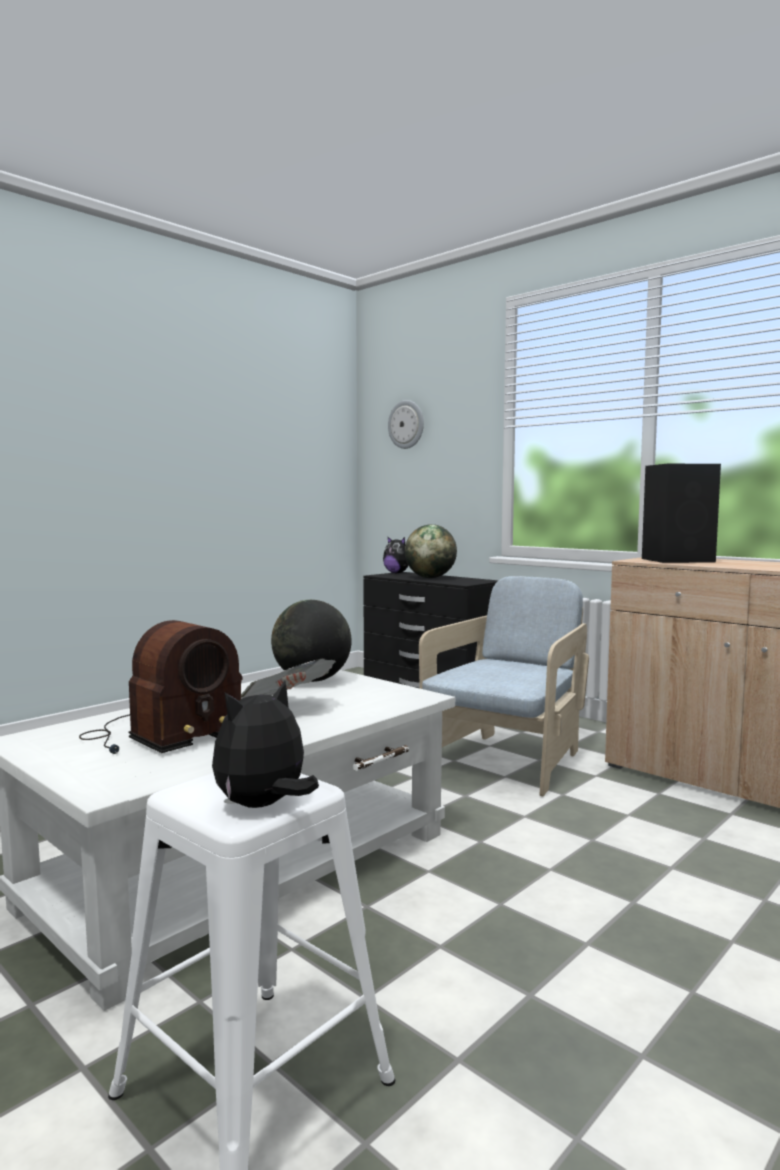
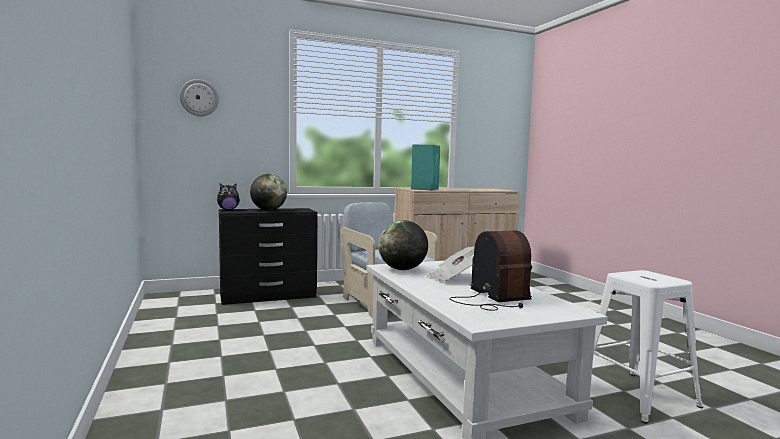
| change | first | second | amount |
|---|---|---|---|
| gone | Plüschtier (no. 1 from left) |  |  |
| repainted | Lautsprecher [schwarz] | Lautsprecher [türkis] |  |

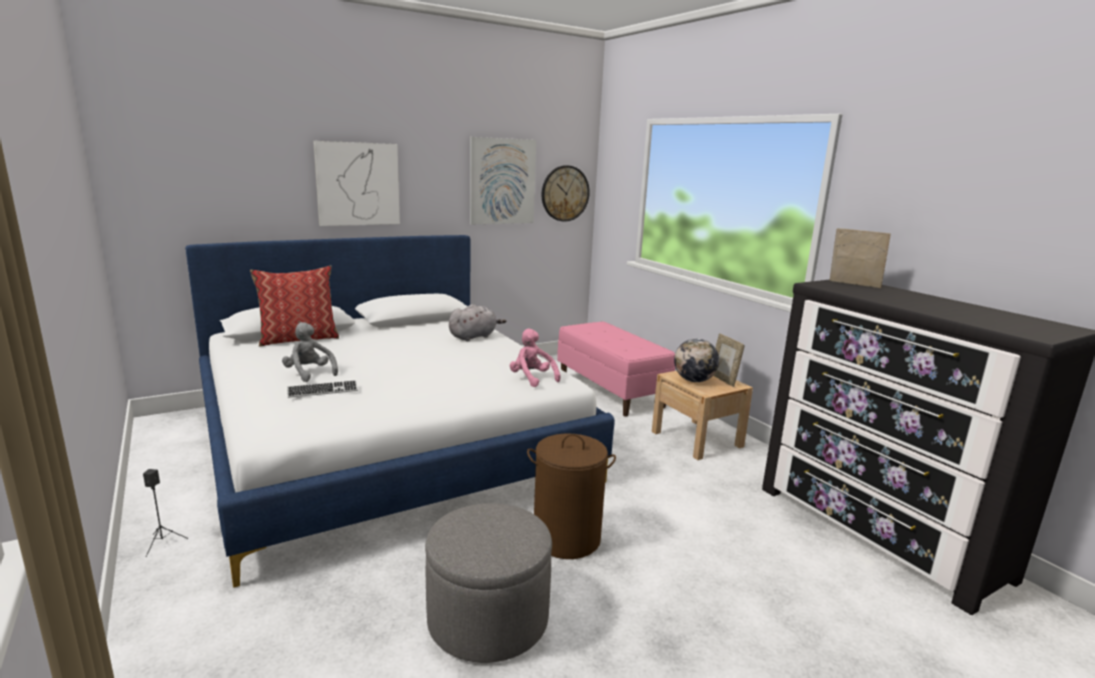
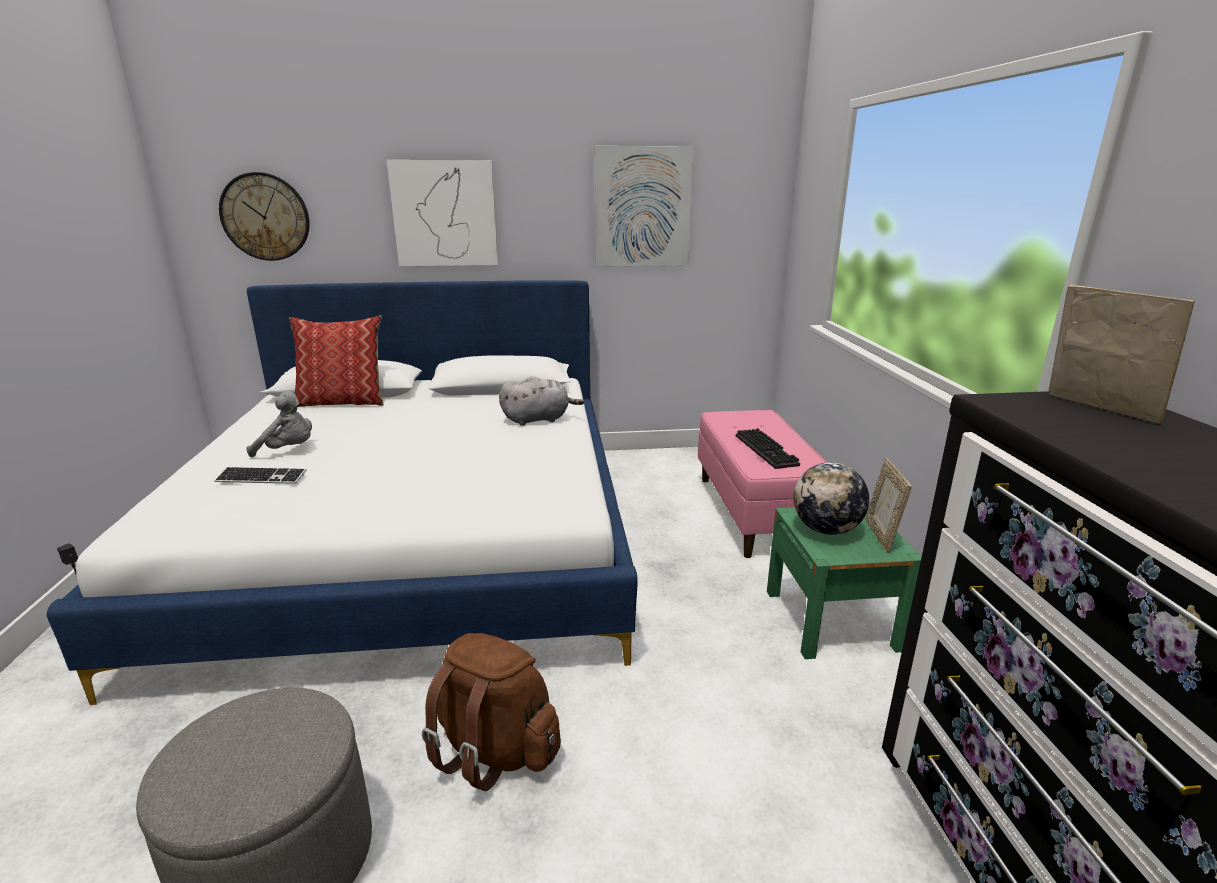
| change | first | second | amount |
|---|---|---|---|
| rotated | Plüschtier [grau] (no. 1 from left) |  | 120 degrees clockwise |
| gone | Plüschtier [rosa] |  |  |
| swapped | Wäschekorb [braun] | Rucksack [braun] |  |
| shifted | Wanduhr |  |  |
| repainted | Nachttisch [beige] | Nachttisch [grün] |  |
| new |  | Tastatur (no. 2 from left) |  |

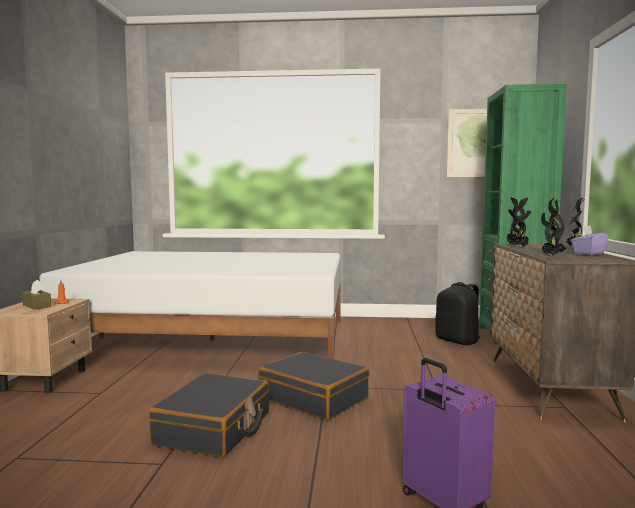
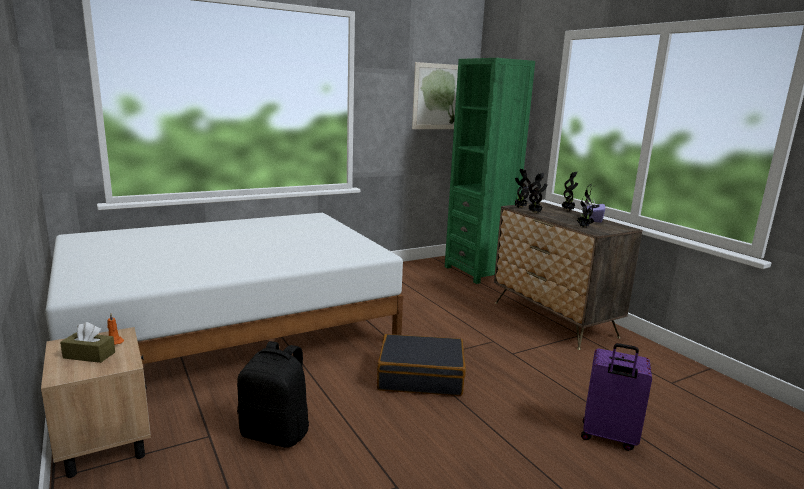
| change | first | second | amount |
|---|---|---|---|
| gone | Koffer [schwarz] (no. 1 from left) |  |  |
| shifted | Rucksack [schwarz] |  |  |

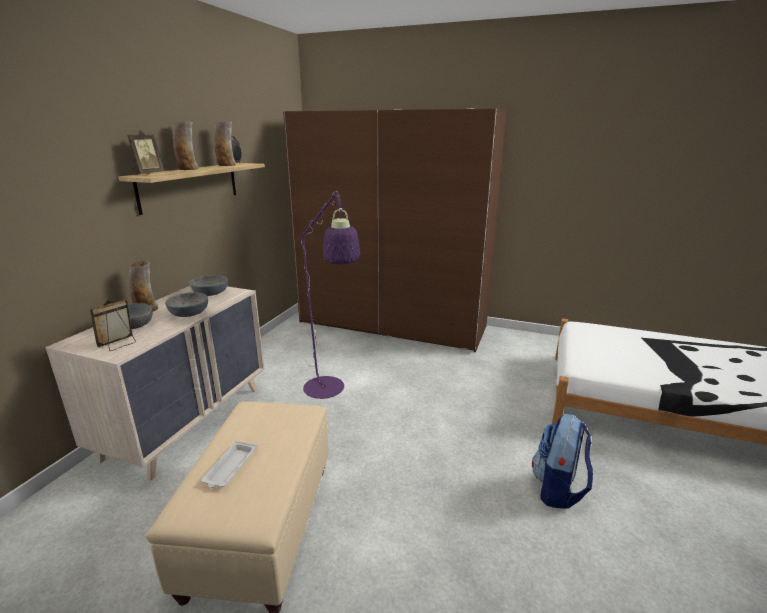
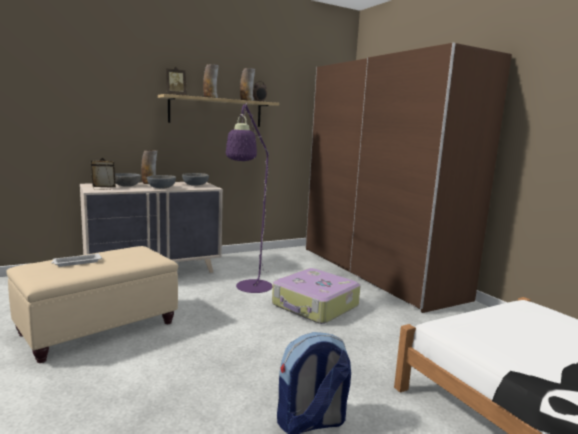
| change | first | second | amount |
|---|---|---|---|
| new |  | Koffer |  |

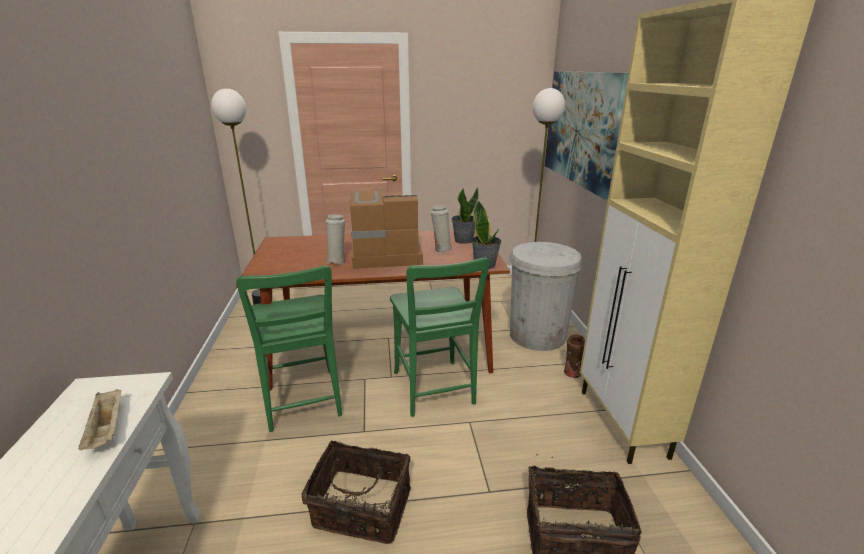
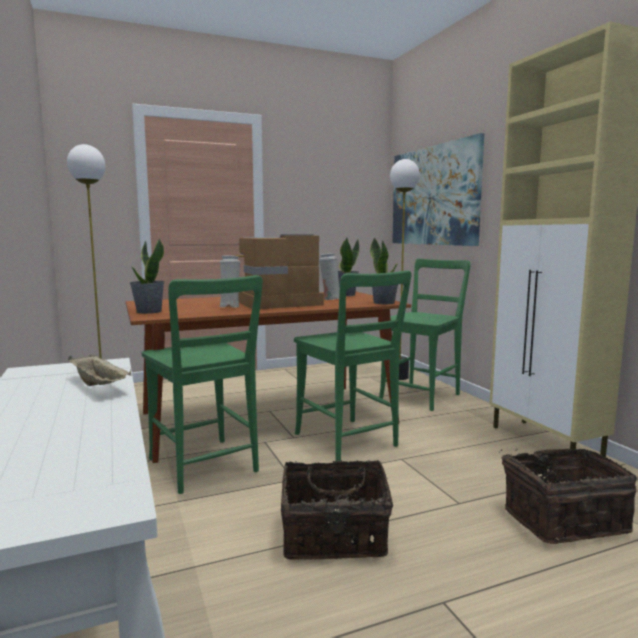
| change | first | second | amount |
|---|---|---|---|
| swapped | Mülleimer [weiß] | Stuhl [grün] (no. 3 from left) |  |
| gone | Vase [braun] |  |  |
| new |  | Topfpflanze (no. 1 from left) |  |

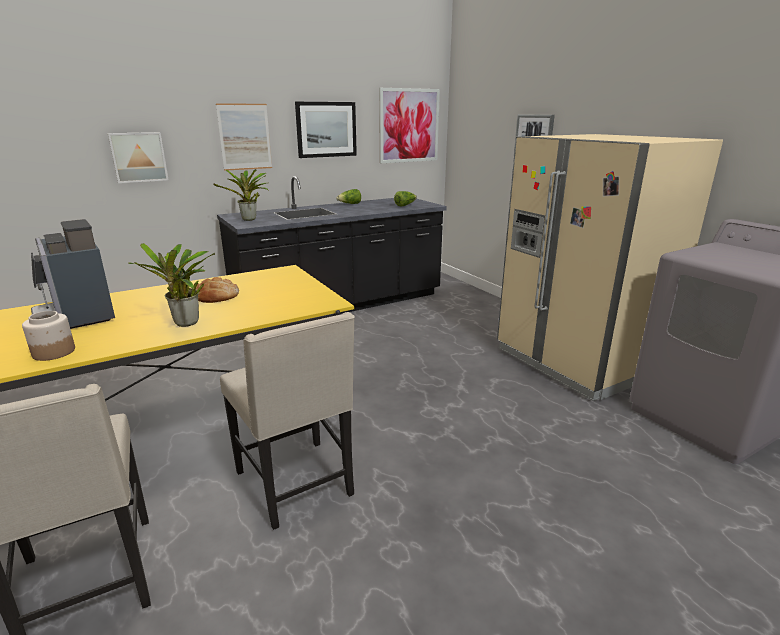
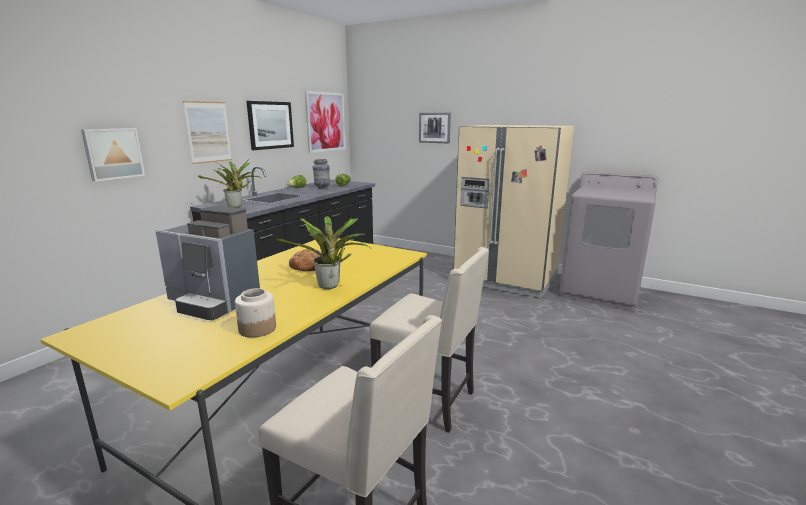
| change | first | second | amount |
|---|---|---|---|
| new |  | Vase |  |

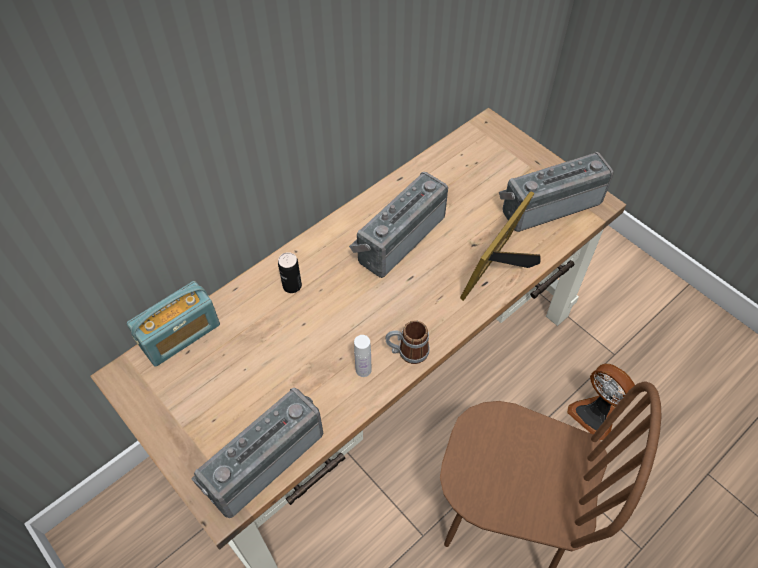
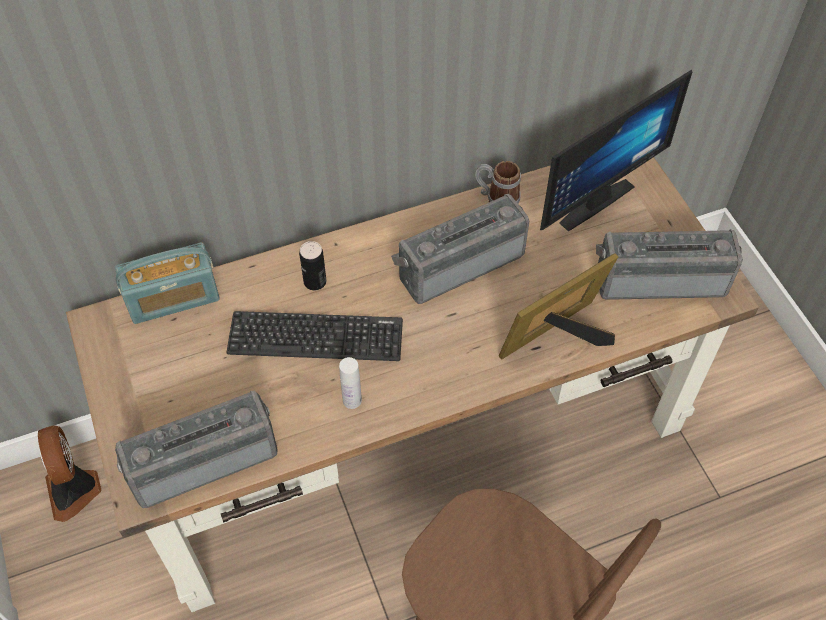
| change | first | second | amount |
|---|---|---|---|
| shifted | Henkelbecher |  |  |
| shifted | Ventilator |  |  |
| new |  | Tastatur |  |
| new |  | Monitor |  |

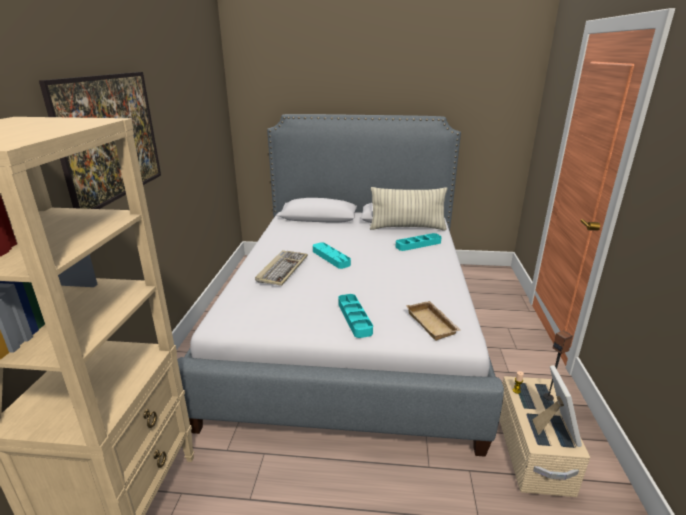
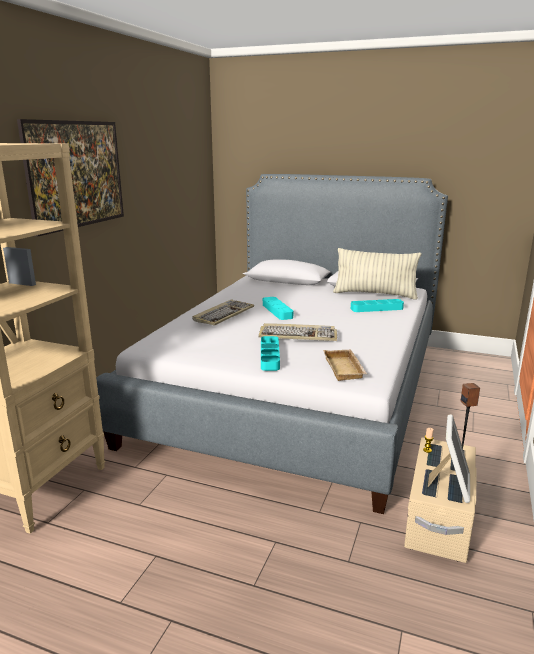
| change | first | second | amount |
|---|---|---|---|
| new |  | Tastatur (no. 2 from left) |  |

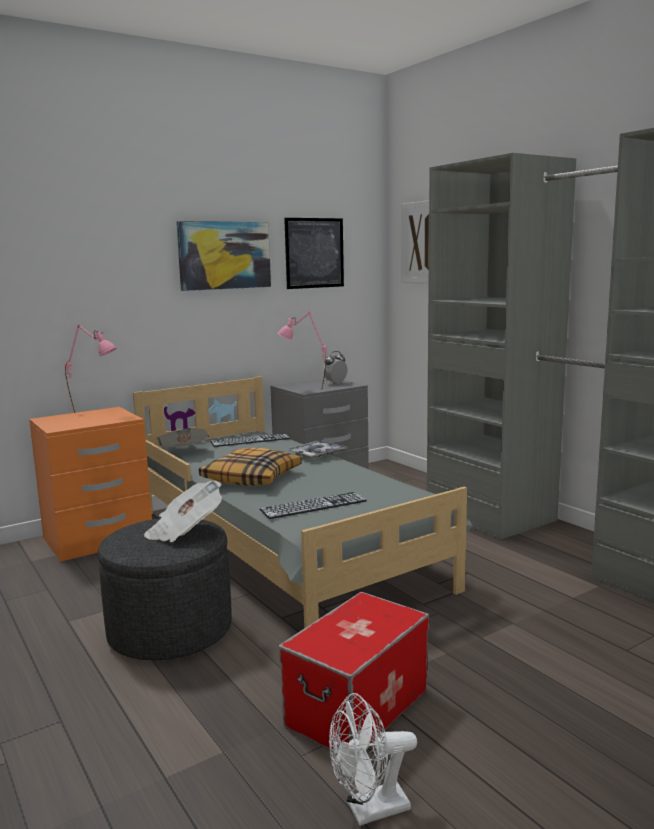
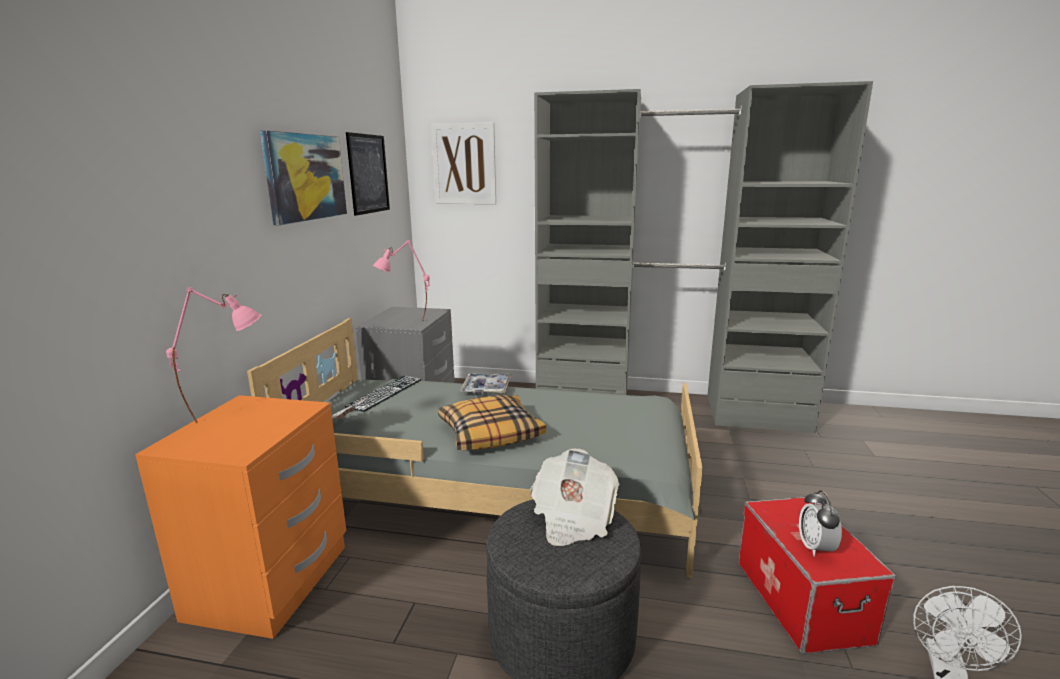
| change | first | second | amount |
|---|---|---|---|
| gone | Tastatur (no. 2 from left) |  |  |
| shifted | Wecker |  |  |

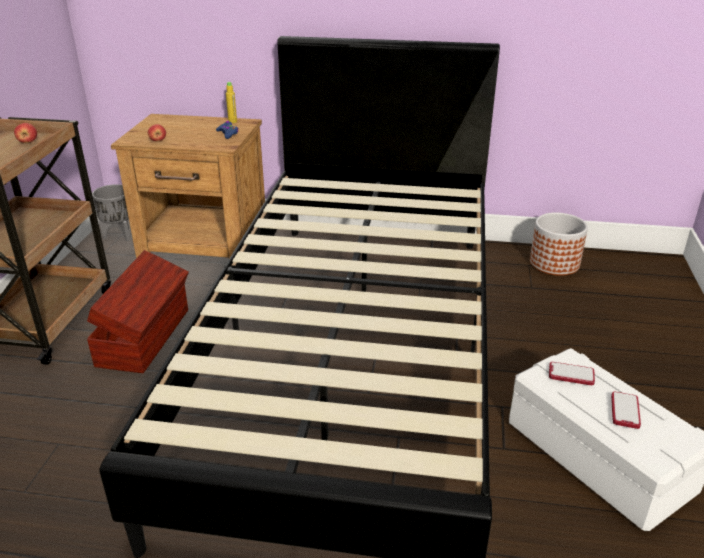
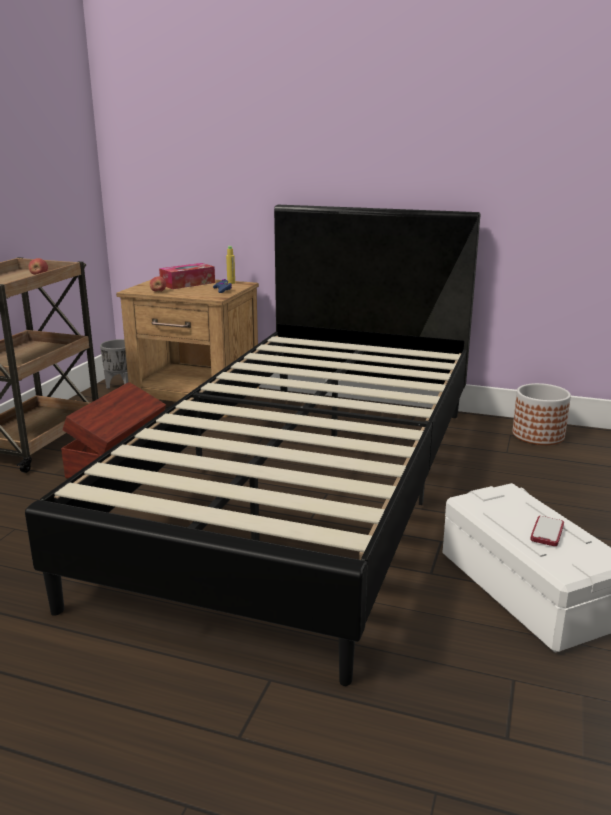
| change | first | second | amount |
|---|---|---|---|
| gone | Handy (no. 1 from left) |  |  |
| new |  | Taschentuchbox |  |

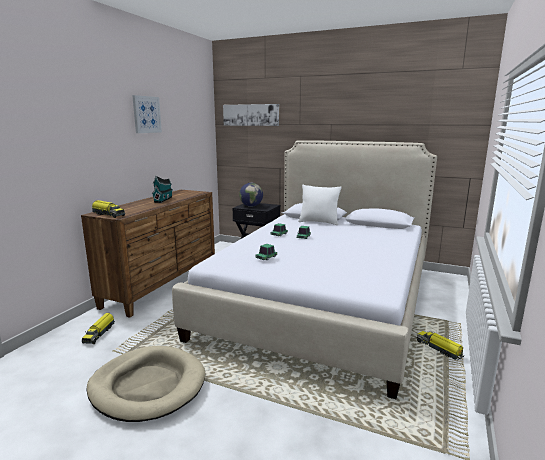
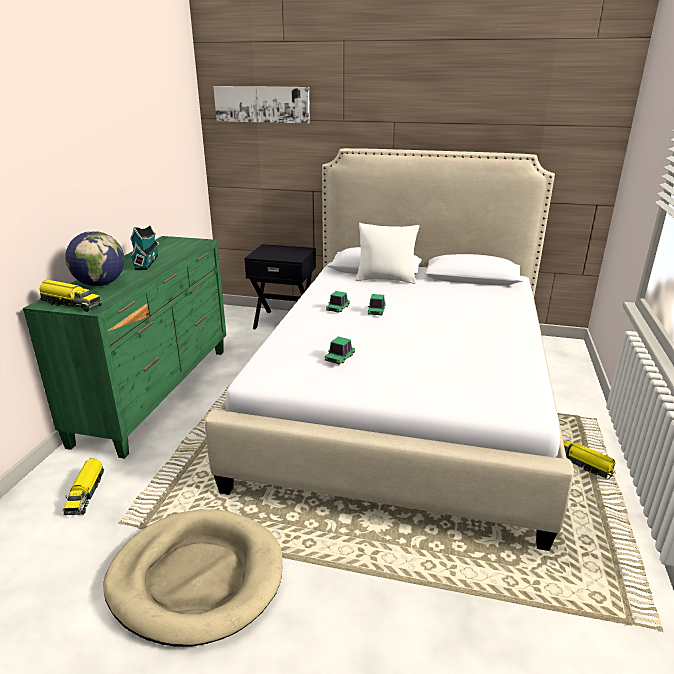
| change | first | second | amount |
|---|---|---|---|
| repainted | Kommode [braun] | Kommode [grün] |  |
| gone | Bild (no. 1 from left) |  |  |
| shifted | Globus |  |  |

